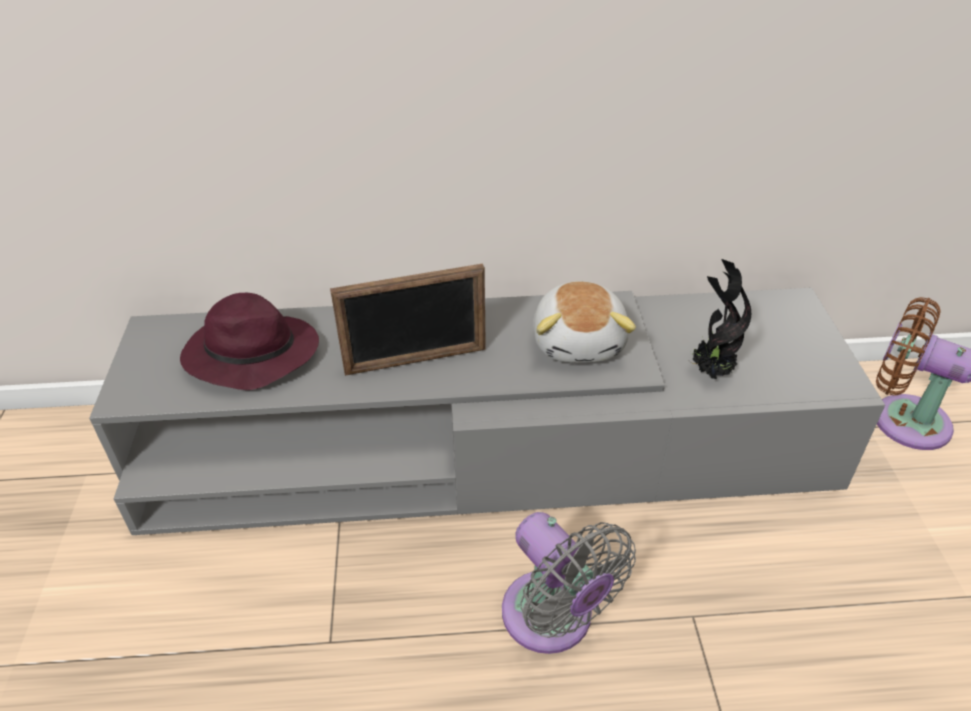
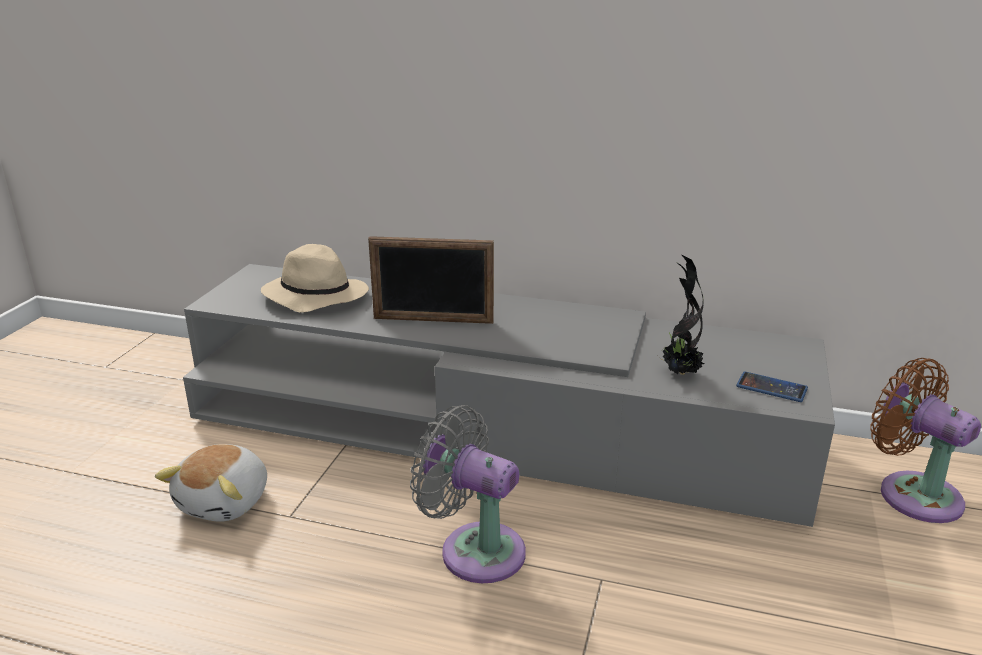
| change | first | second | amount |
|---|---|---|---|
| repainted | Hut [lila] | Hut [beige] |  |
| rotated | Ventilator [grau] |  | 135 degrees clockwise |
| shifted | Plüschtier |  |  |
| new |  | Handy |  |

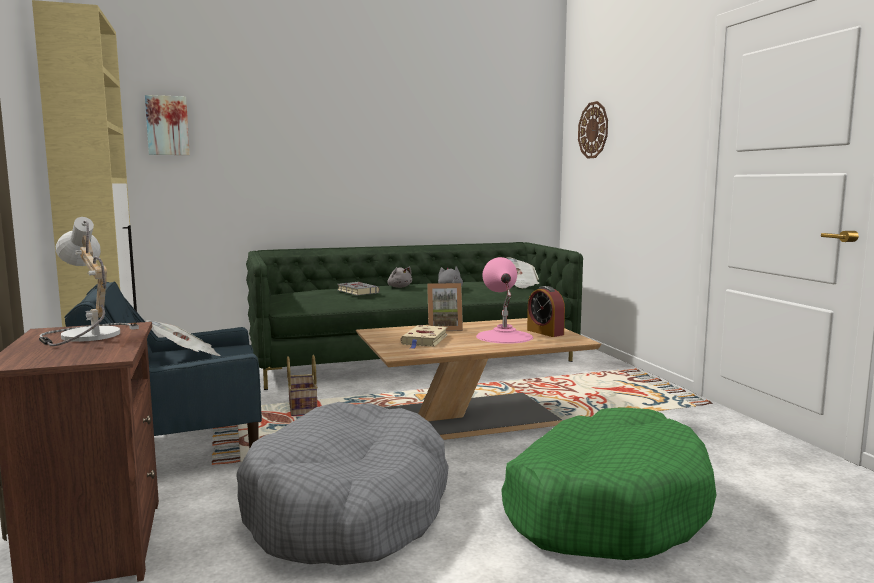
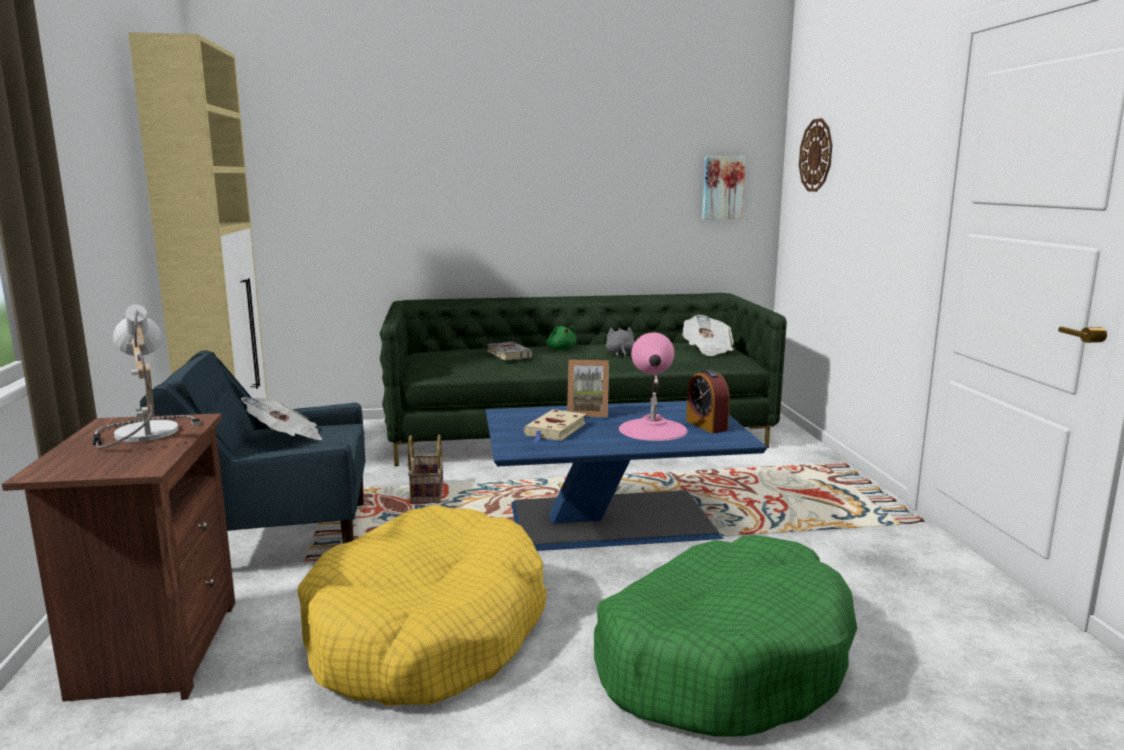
| change | first | second | amount |
|---|---|---|---|
| shifted | Bild |  |  |
| repainted | Hundebett [grau] | Hundebett [gelb] |  |
| repainted | Couchtisch [braun] | Couchtisch [blau] |  |
| repainted | Plüschtier [grau] (no. 1 from left) | Plüschtier [grün] |  |

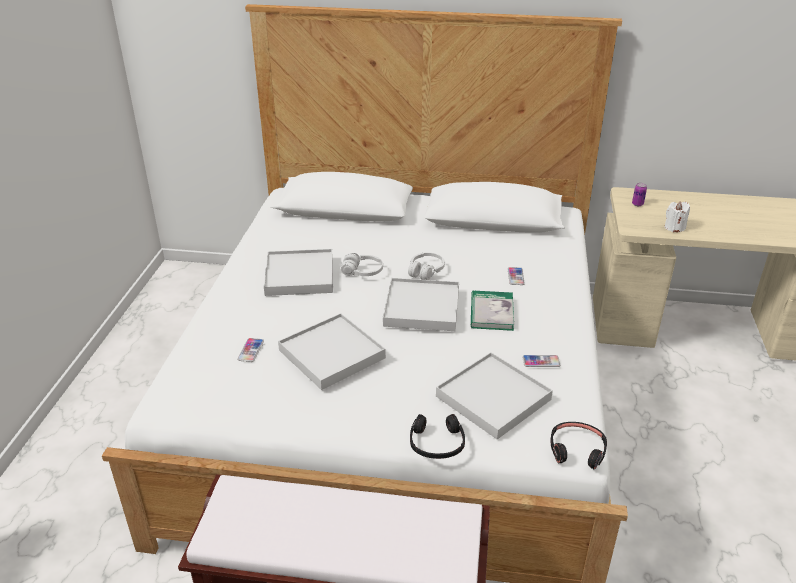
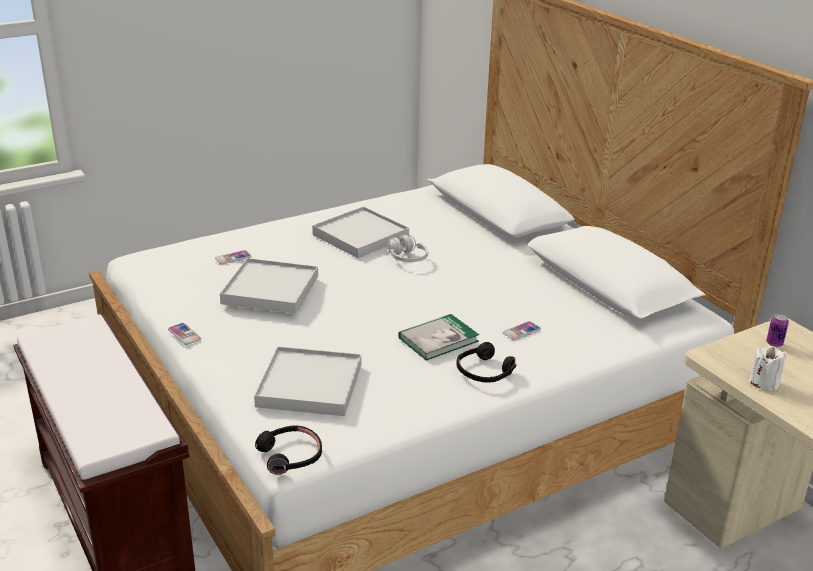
| change | first | second | amount |
|---|---|---|---|
| gone | Tablett [weiß] (no. 3 from left) |  |  |
| gone | Kopfhörer [weiß] (no. 2 from left) |  |  |
| shifted | Kopfhörer [schwarz] (no. 1 from left in the first image) | Kopfhörer [schwarz] (no. 2 from left) |  |
| shifted | Handy (no. 3 from left in the first image) | Handy (no. 1 from left) |  |

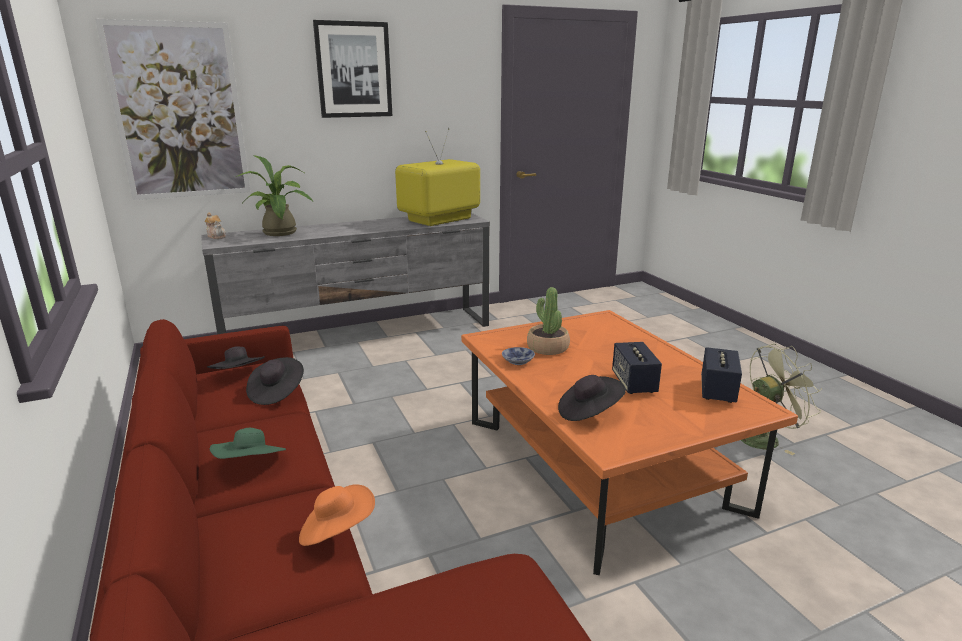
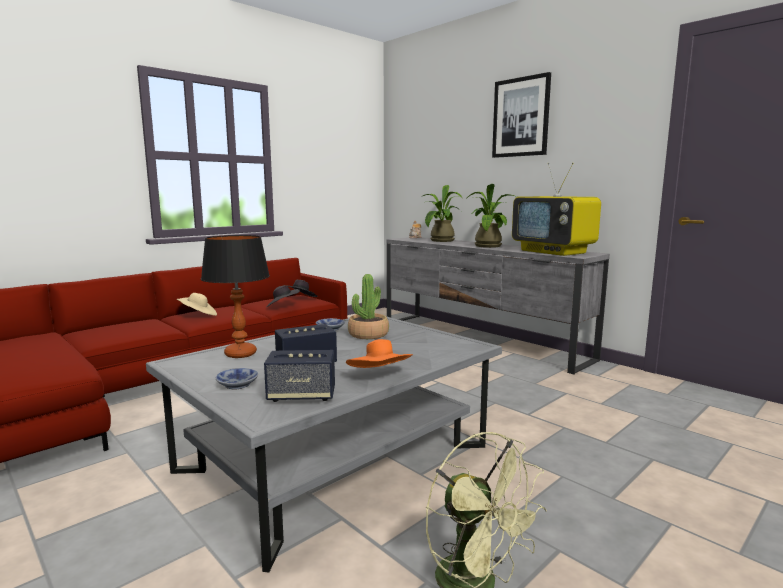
| change | first | second | amount |
|---|---|---|---|
| gone | Bild (no. 1 from left) |  |  |
| repainted | Hut [grün] | Hut [beige] |  |
| shifted | Hut [orange] |  |  |
| rotated | Fernseher |  | 150 degrees counterclockwise |
| repainted | Couchtisch [orange] | Couchtisch [grau] |  |
| swapped | Hut [schwarz] (no. 3 from left) | Tischlampe |  |
| new |  | Schüssel (no. 1 from left) |  |
| new |  | Topfpflanze (no. 3 from left) |  |

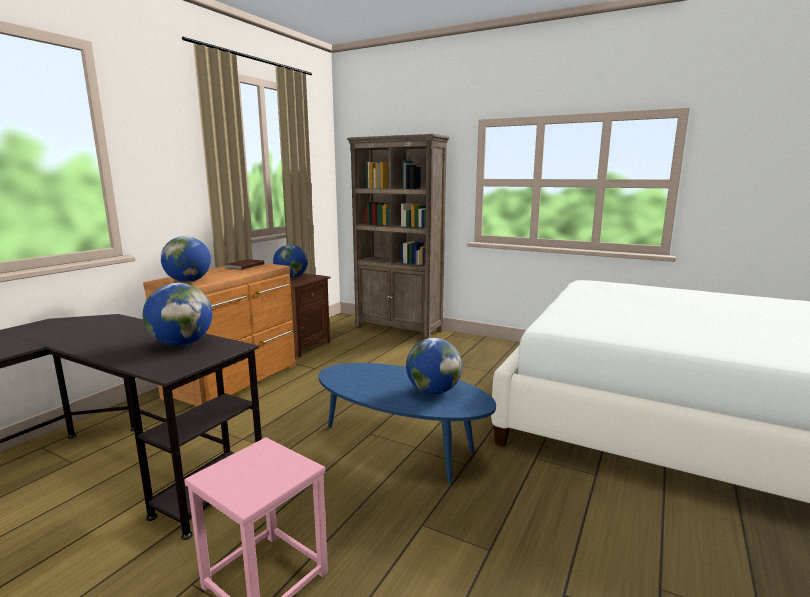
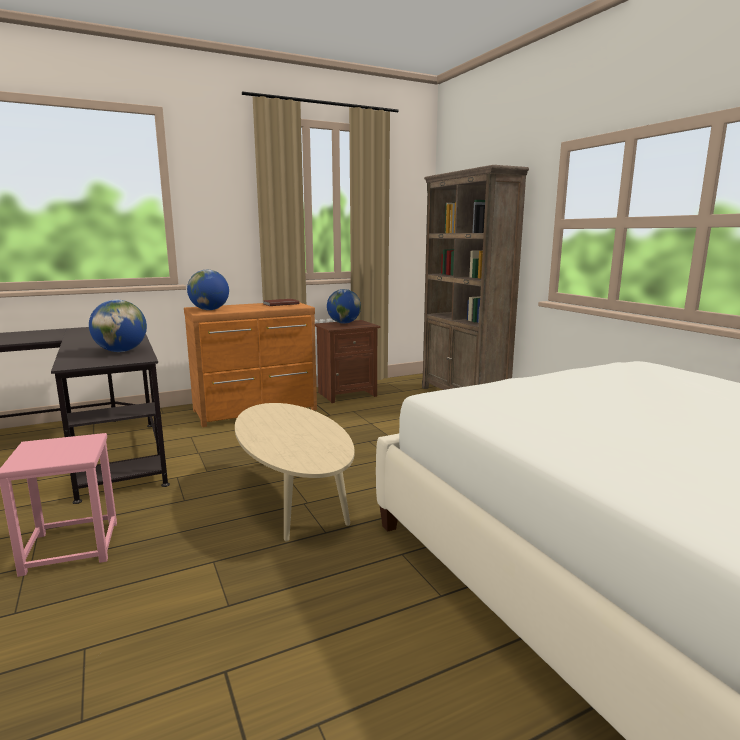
| change | first | second | amount |
|---|---|---|---|
| repainted | Couchtisch [blau] | Couchtisch [beige] |  |
| gone | Globus (no. 4 from left) |  |  |

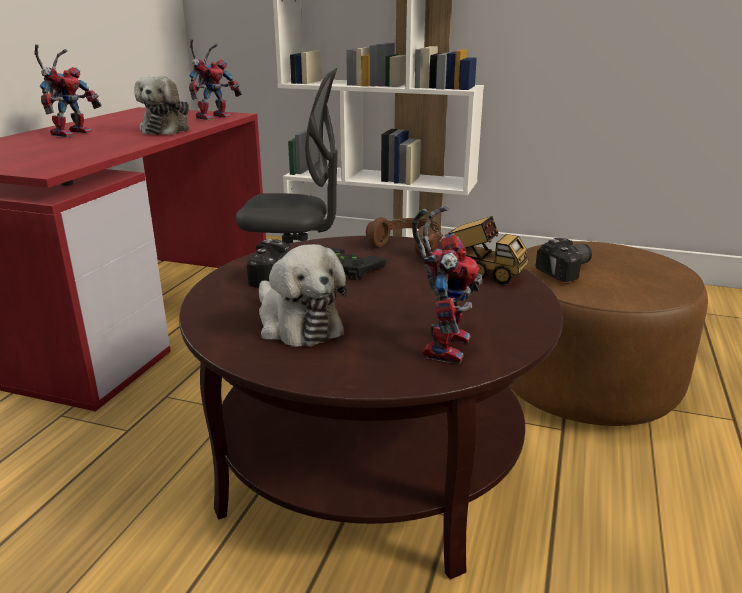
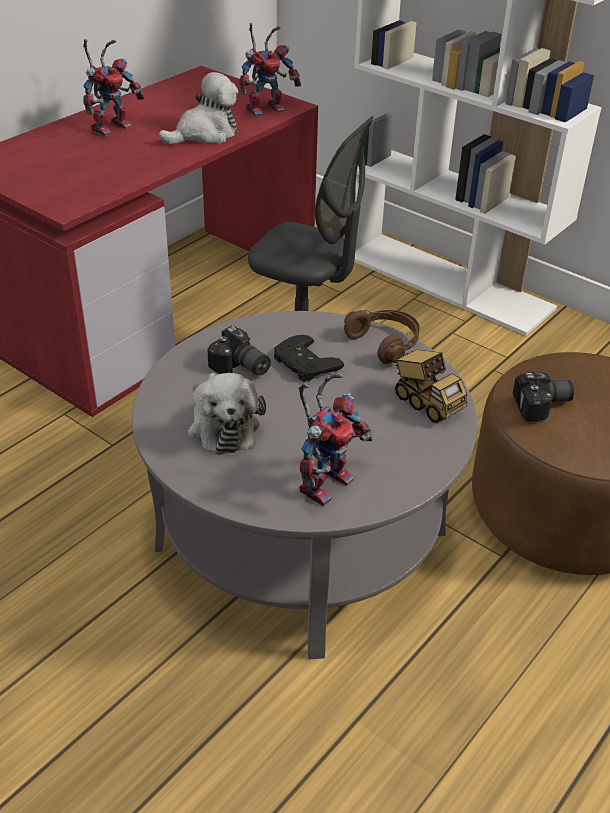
| change | first | second | amount |
|---|---|---|---|
| rotated | Plüschtier (no. 1 from left) |  | 150 degrees counterclockwise |
| repainted | Couchtisch [braun] | Couchtisch [grau] |  |

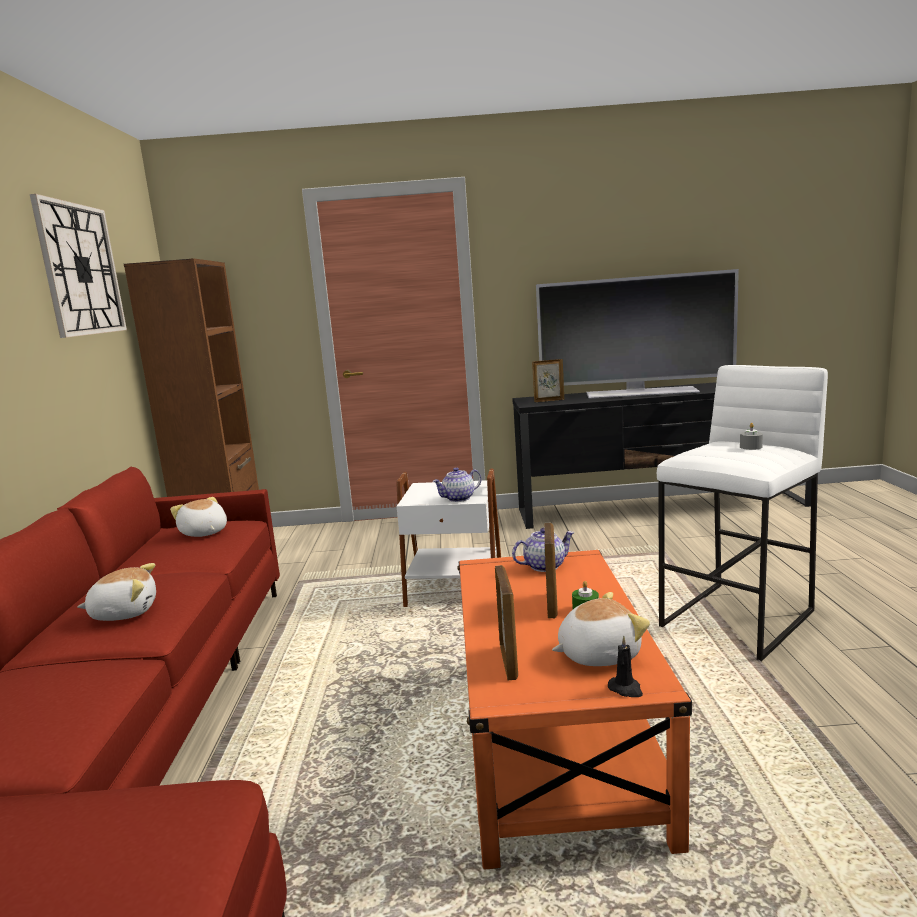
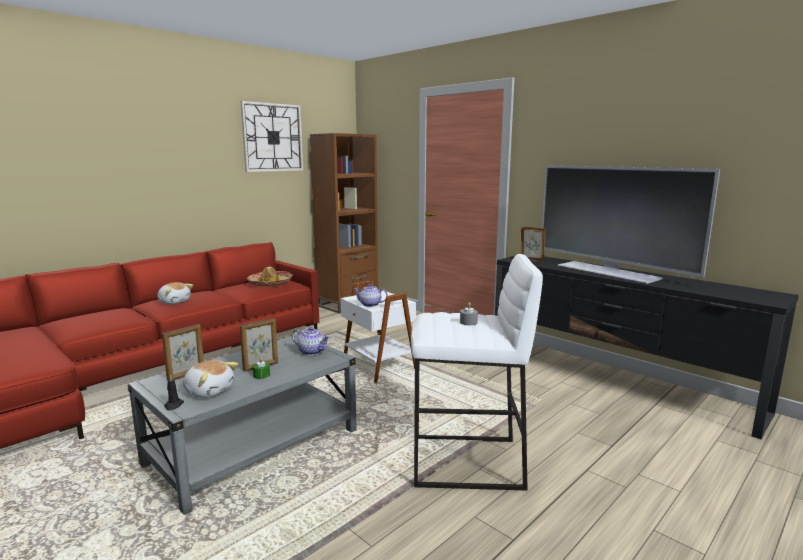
| change | first | second | amount |
|---|---|---|---|
| swapped | Plüschtier (no. 2 from left) | Hut |  |
| repainted | Couchtisch [orange] | Couchtisch [grau] |  |

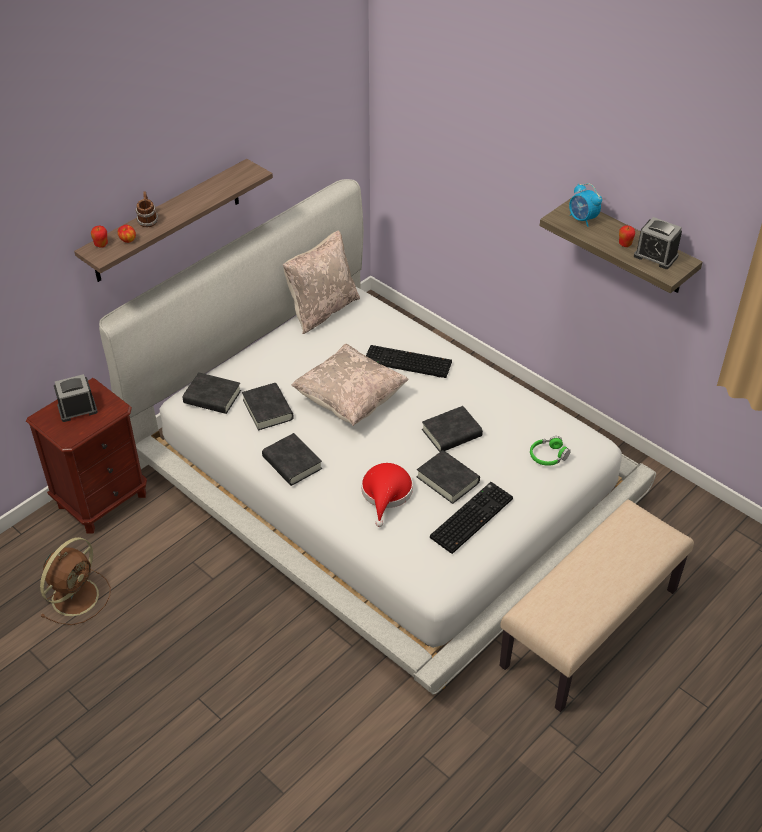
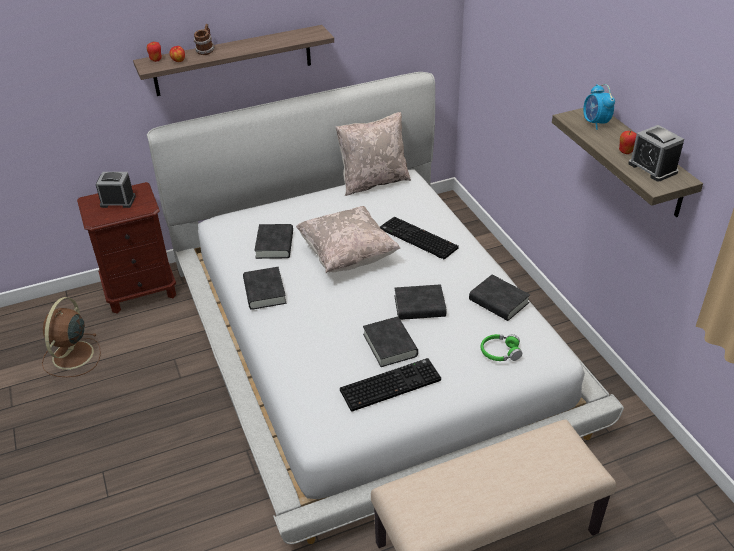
| change | first | second | amount |
|---|---|---|---|
| rotated | Ventilator [braun] |  | 135 degrees clockwise |
| shifted | Buch [schwarz] (no. 1 from left in the first image) | Buch [schwarz] (no. 5 from left) |  |
| gone | Hut [rot] |  |  |

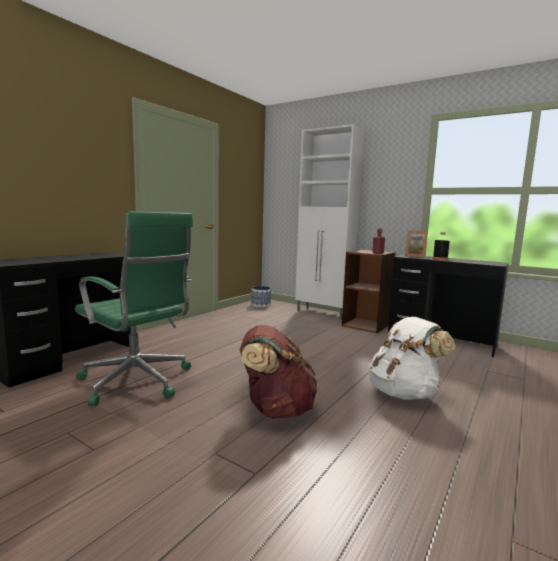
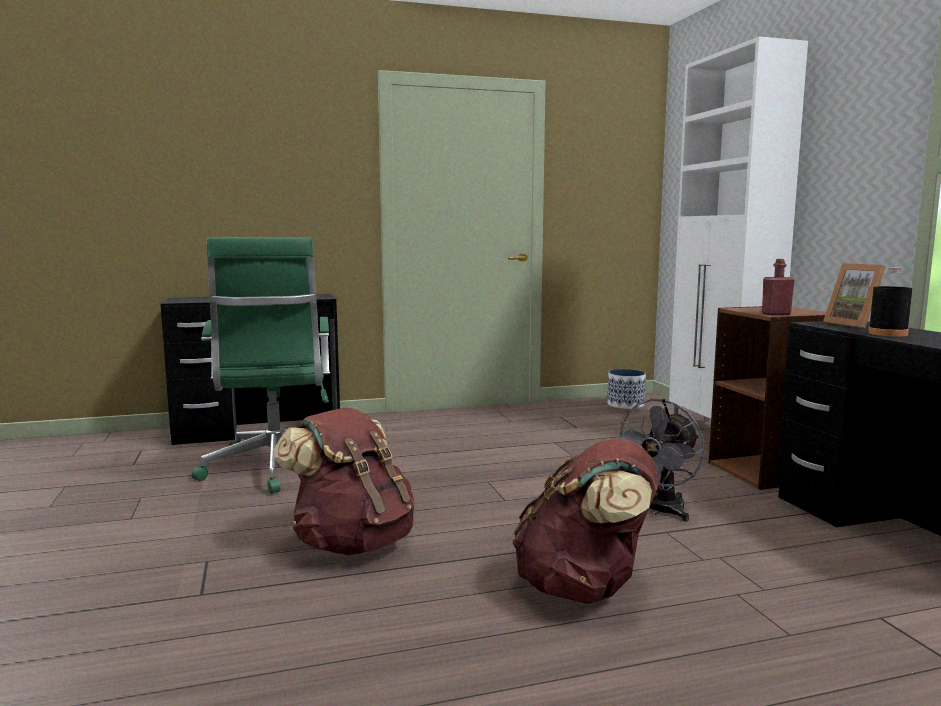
| change | first | second | amount |
|---|---|---|---|
| repainted | Rucksack [weiß] | Rucksack [braun] (no. 2 from left) |  |
| new |  | Ventilator [grau] |  |

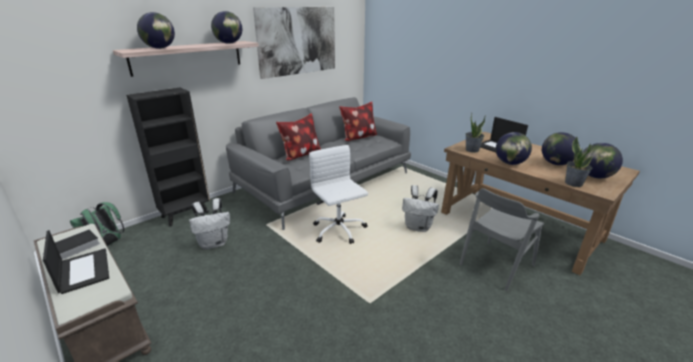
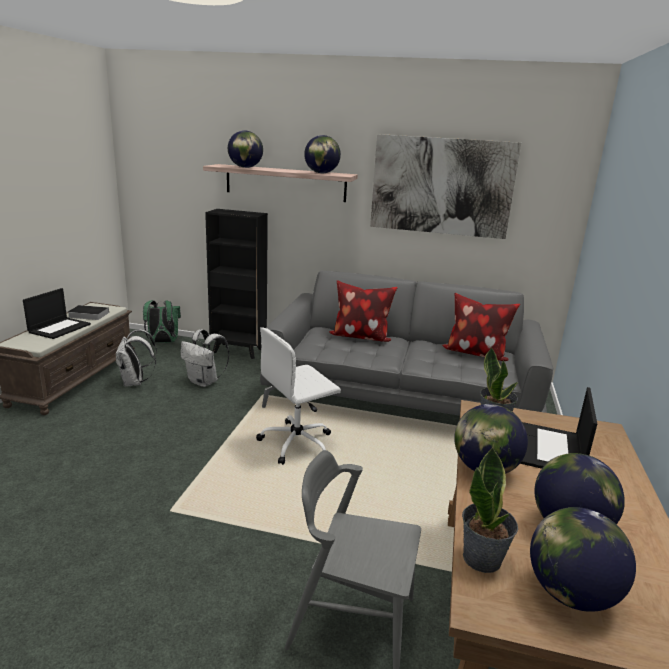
| change | first | second | amount |
|---|---|---|---|
| rotated | Bürostuhl [weiß] |  | 150 degrees counterclockwise |
| shifted | Rucksack [weiß] (no. 2 from left in the first image) | Rucksack [weiß] (no. 1 from left) |  |

